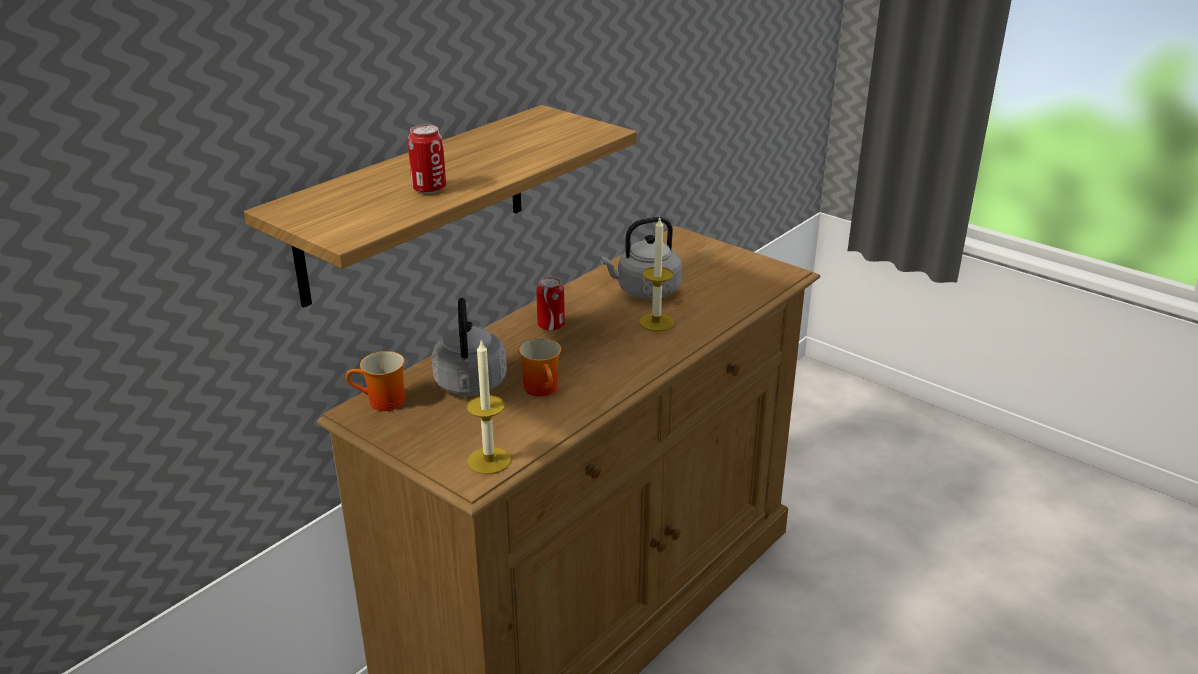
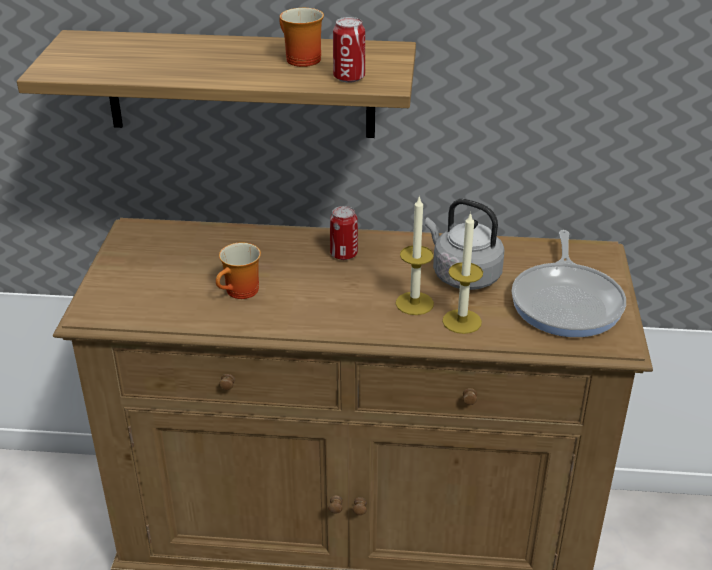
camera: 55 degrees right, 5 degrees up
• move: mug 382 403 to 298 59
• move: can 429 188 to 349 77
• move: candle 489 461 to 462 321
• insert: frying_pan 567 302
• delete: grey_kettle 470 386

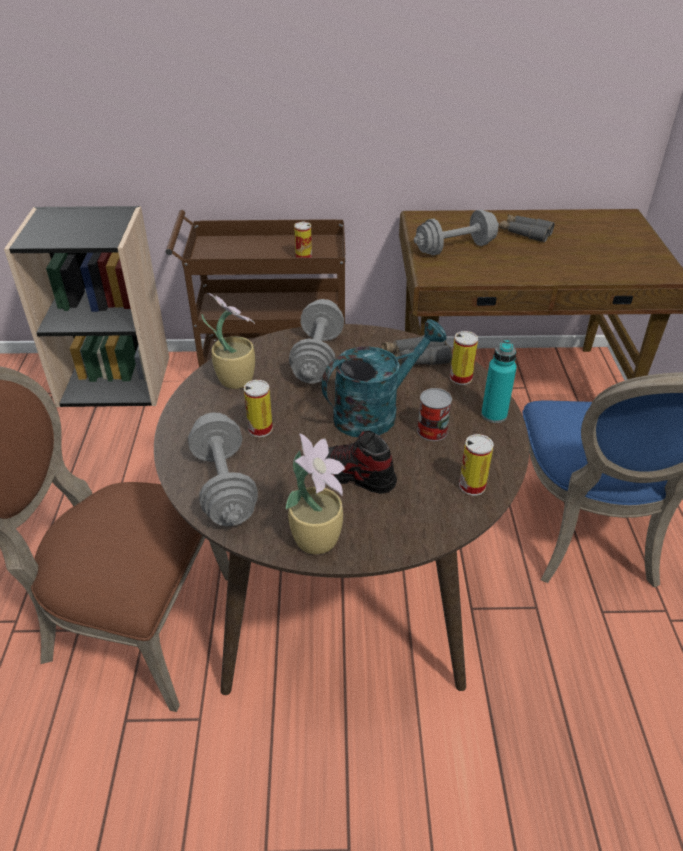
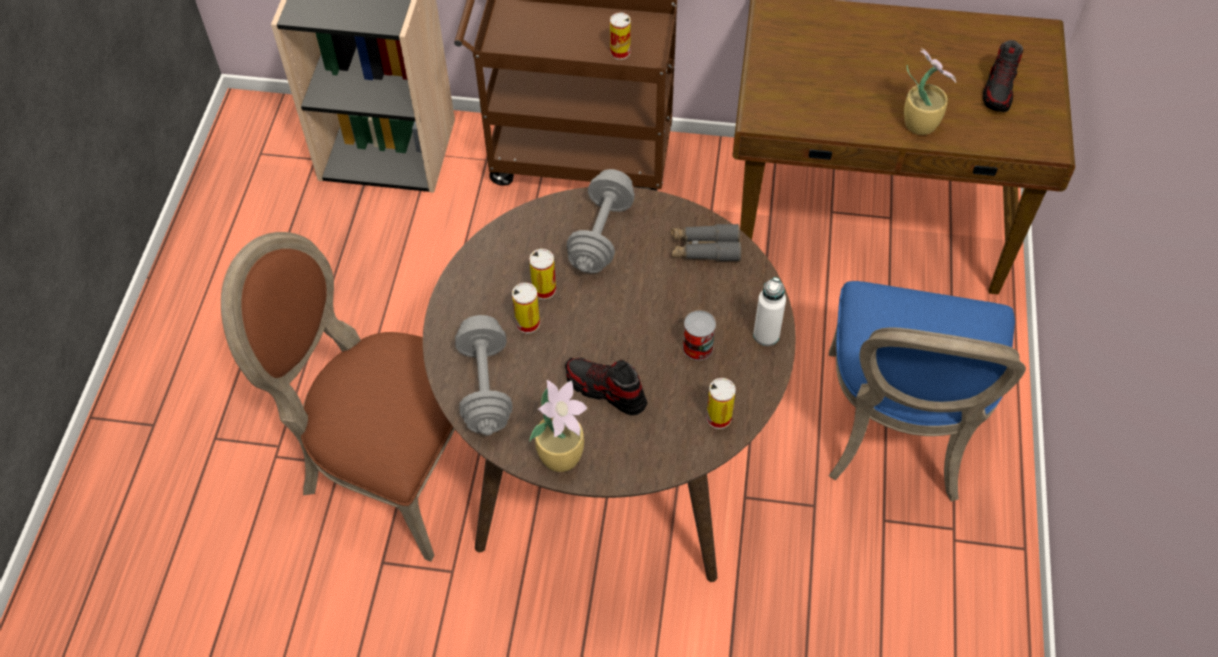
camera: 10 degrees right, 15 degrees up
• move: can 460 378 to 544 290
• recolor: turquoise_bottle 494 415 to white_bottle 766 335
• move: potted_plant 235 379 to 919 123
• insert: shoe 999 89
• delete: turquoise_watering_can 375 412
• delete: grey_dumbbell 455 248
• delete: grey_binoculars 525 233

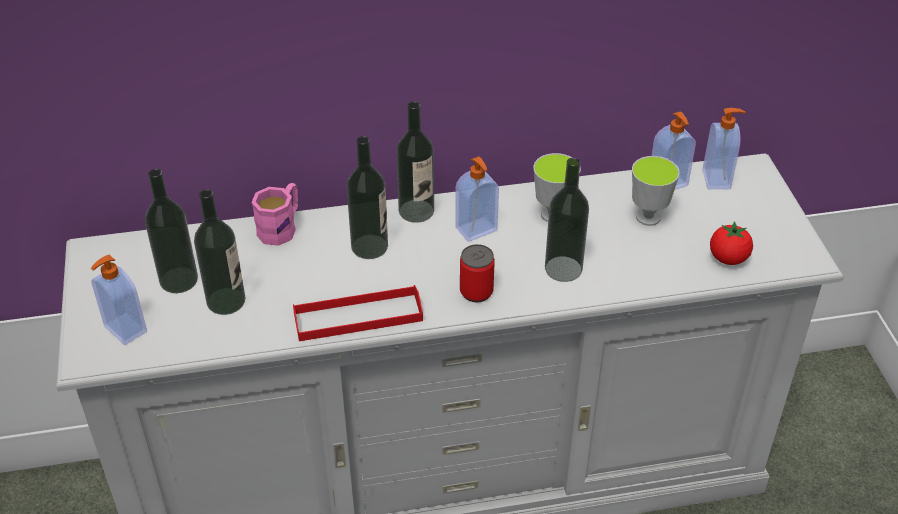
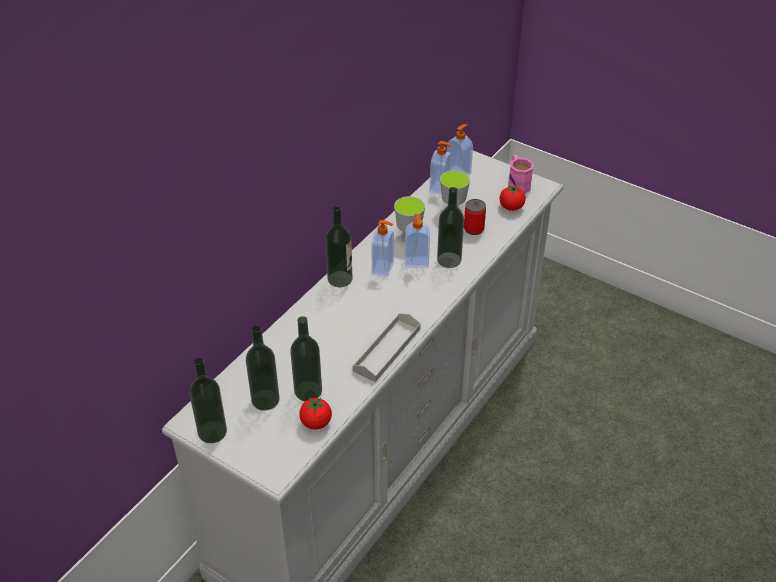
camera: 45 degrees left, 0 degrees up
• move: bottle 369 246 to 212 432
• insert: tomato 316 423
• recolor: red_tray 358 317 to grey_tray 387 349
• move: soap_dispenser 124 330 to 416 262
• move: can 476 291 to 473 229
• move: pink_mug 281 227 to 517 183

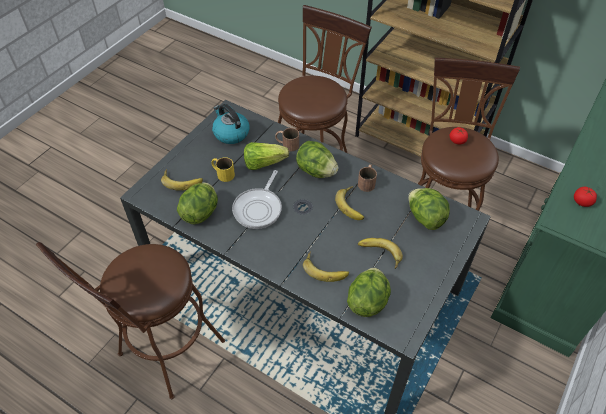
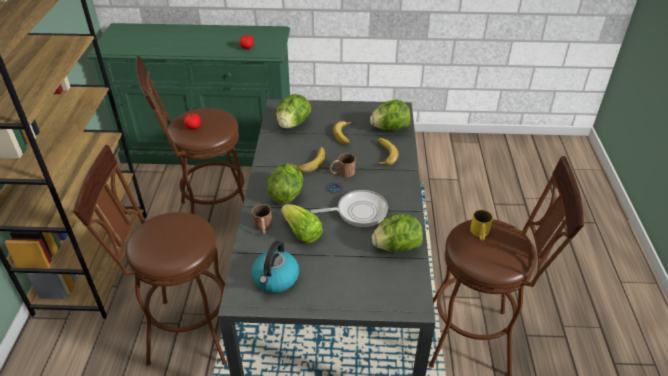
camera: 120 degrees left, 10 degrees down
• move: brown_mug 367 181 to 342 172
• move: yellow_mug 222 173 to 480 233
• delete: banana 182 180

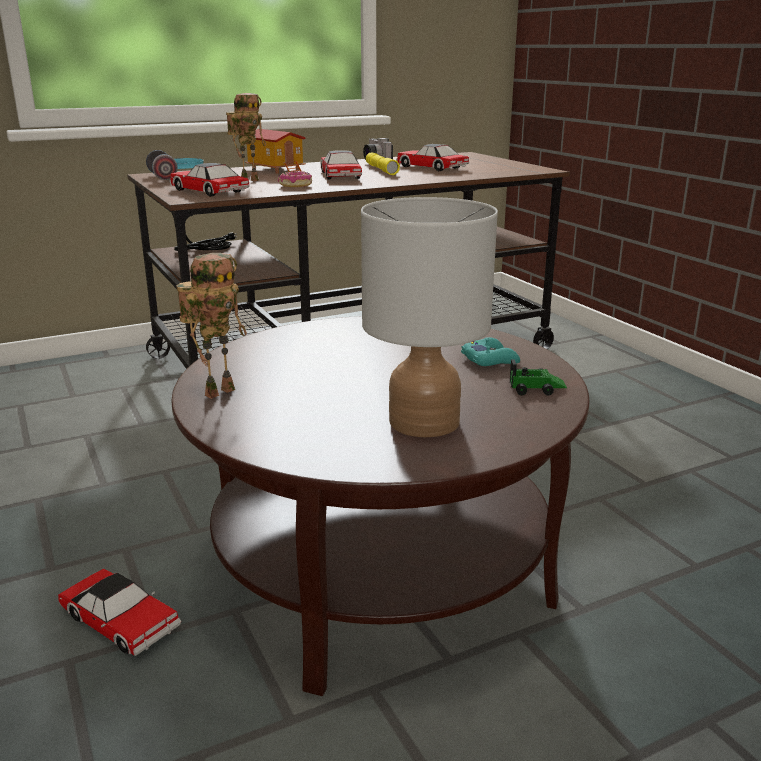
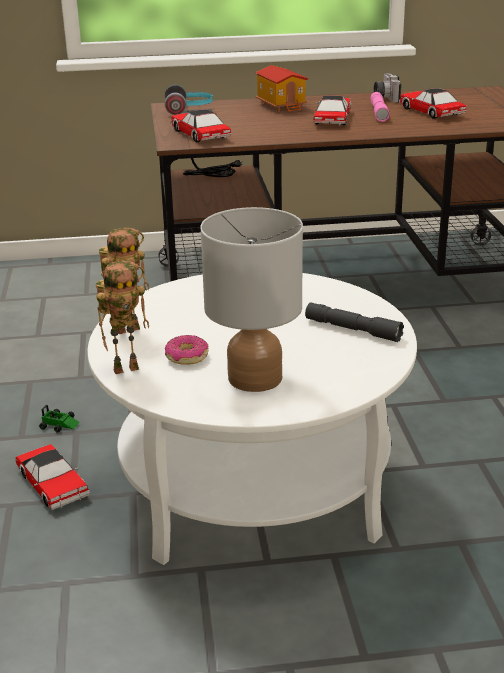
camera: 20 degrees right, 5 degrees up
• move: toy_car 537 386 to 61 424
• recolor: brown_coffee_table 380 568 to white_coffee_table 254 484
• move: toy_robot 249 180 to 127 368
• move: donut 295 186 to 186 357
• replace: turquoise_game_controller 490 360 to grey_flashlight 352 330
• recolor: yellow_flashlight 381 170 to pink_flashlight 378 112

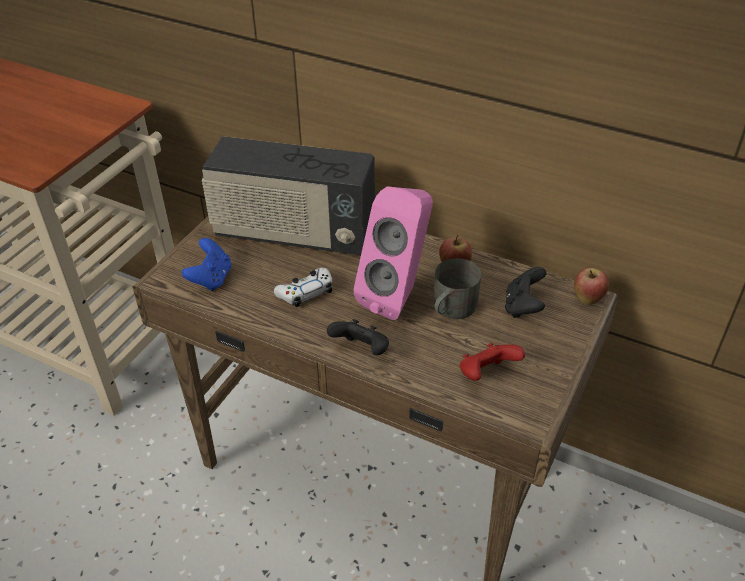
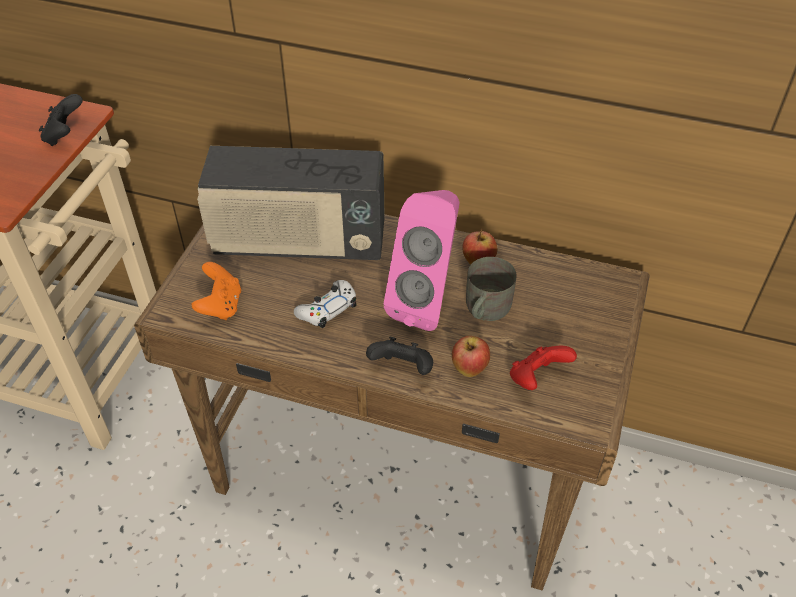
camera: 10 degrees left, 5 degrees up
• move: black_game_controller 523 307 to 65 135
• recolor: blue_game_controller 211 279 to orange_game_controller 221 305
• move: apple 587 299 to 469 369

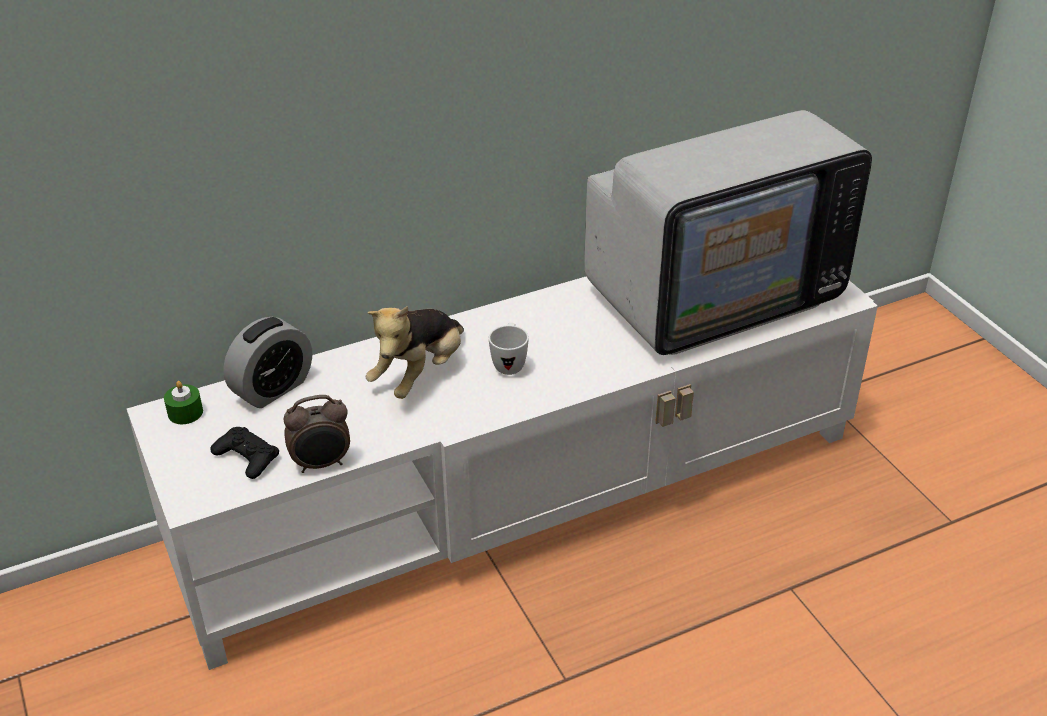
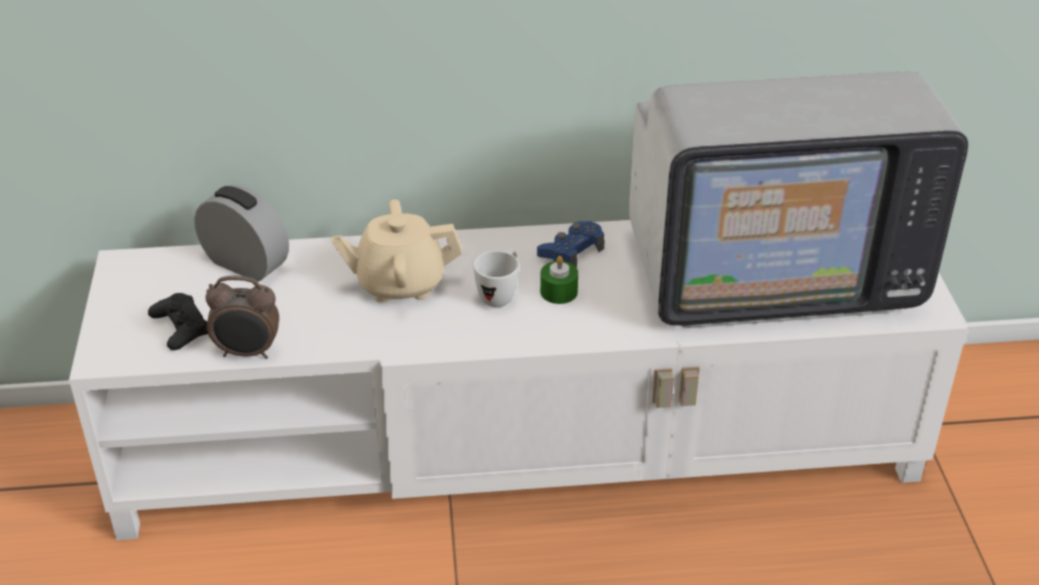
camera: 20 degrees right, 0 degrees up
• rotate: alarm_clock 273 388 = 246 264 120 degrees counterclockwise
• replace: plush_toy 419 374 to beige_teapot 400 284
• insert: blue_game_controller 571 251
• move: green_candle 185 412 to 559 292

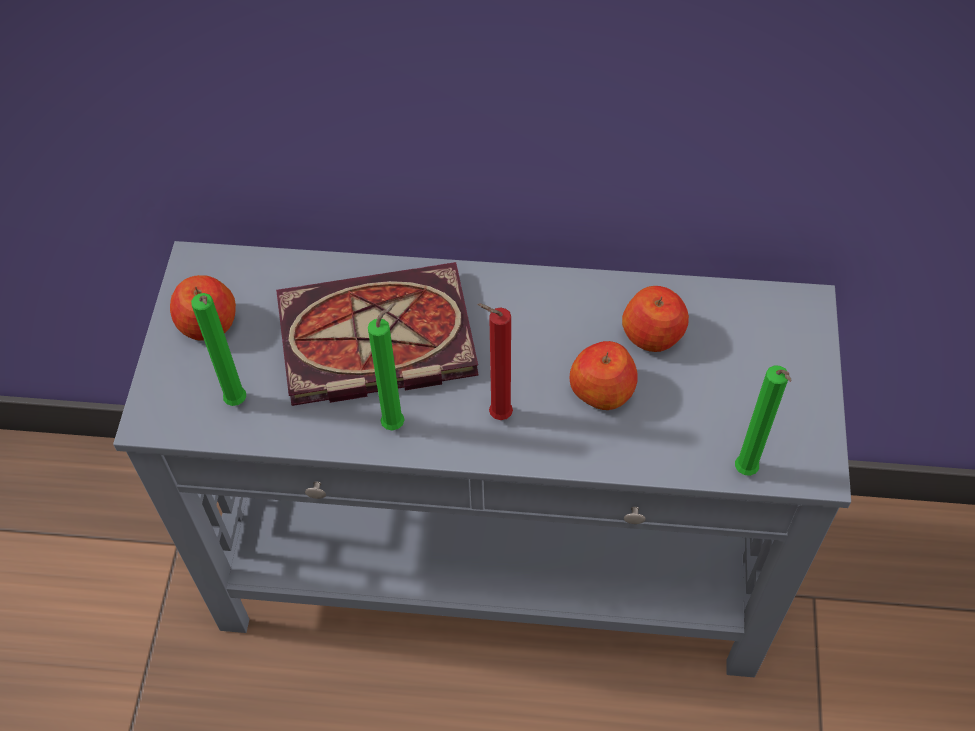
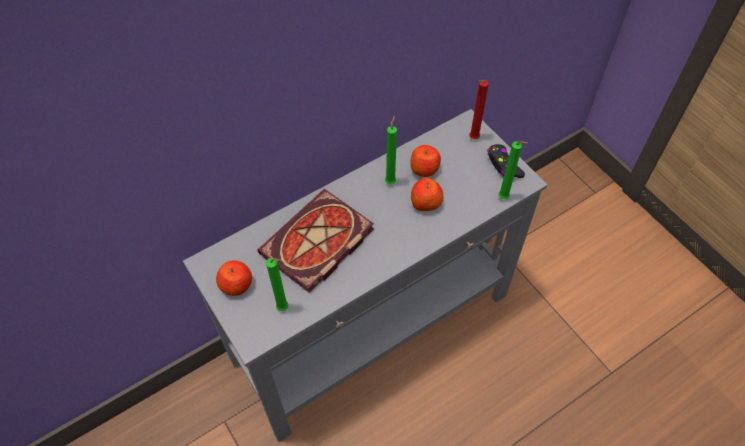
camera: 40 degrees left, 0 degrees up
• move: green_candle 396 423 to 391 181
• move: red_candle 496 415 to 472 139
• insert: black_game_controller 503 165

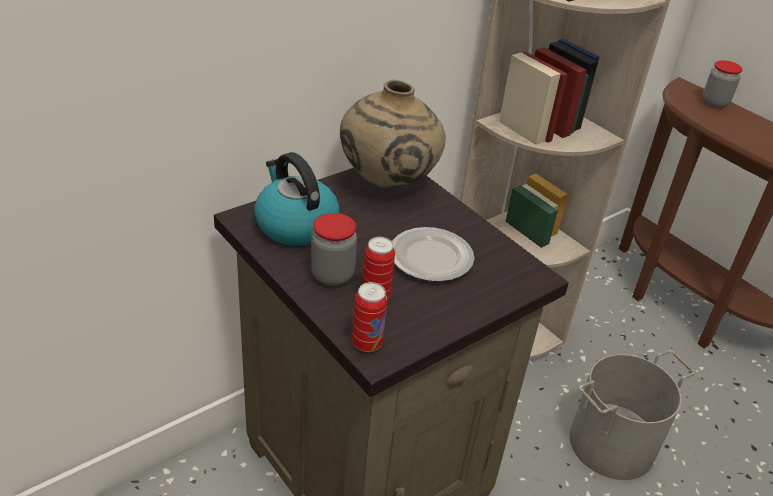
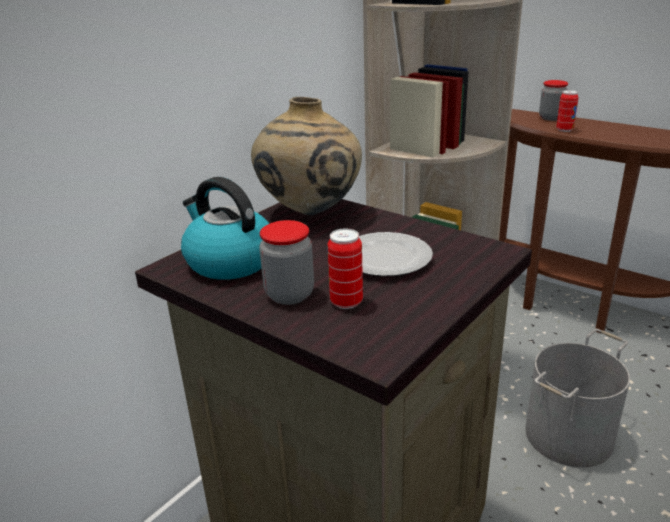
camera: 10 degrees left, 10 degrees down
• move: can 367 343 to 564 130

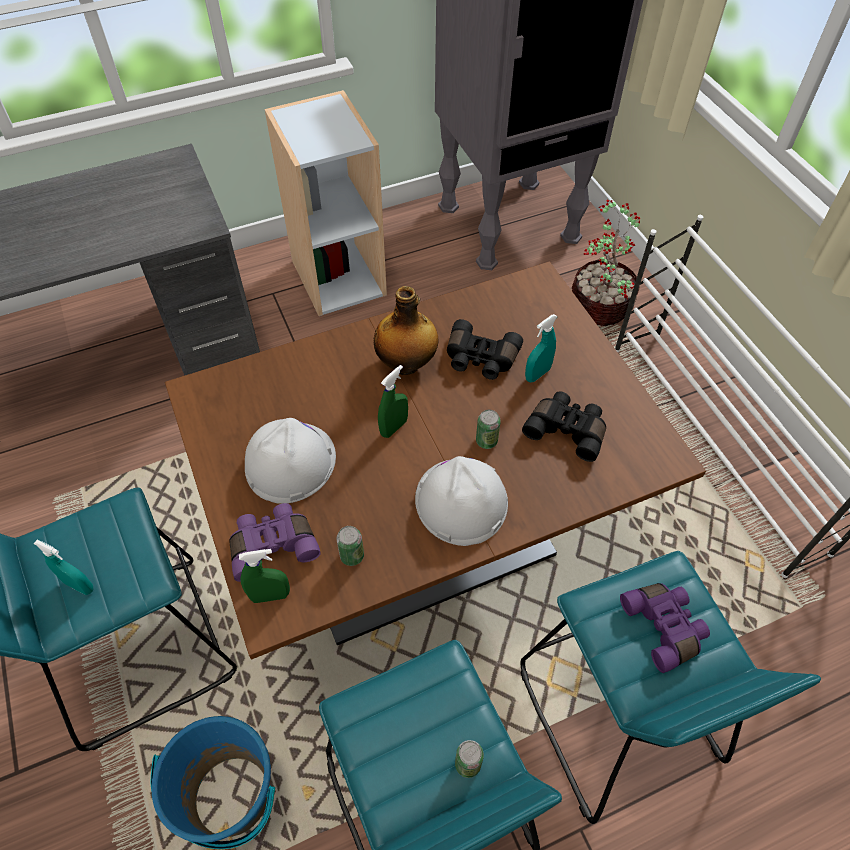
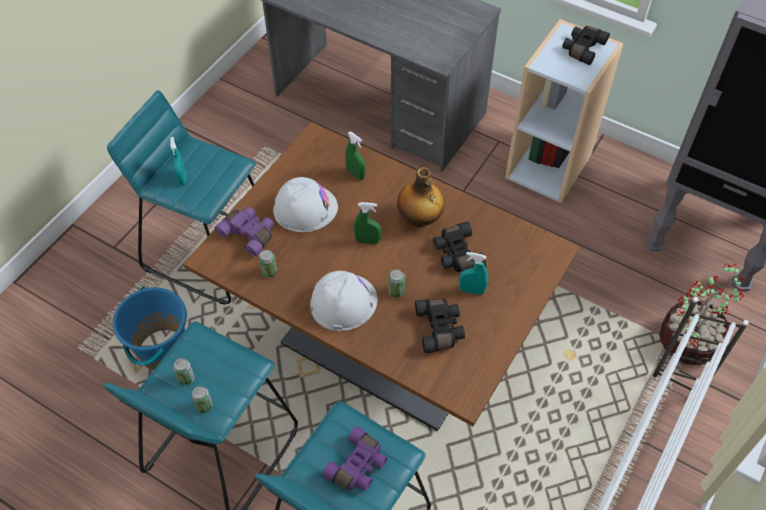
camera: 55 degrees right, 0 degrees up
• insert: can 186 378
• move: green_spray_bottle 270 596 to 355 174
• insert: black_binoculars 582 49

